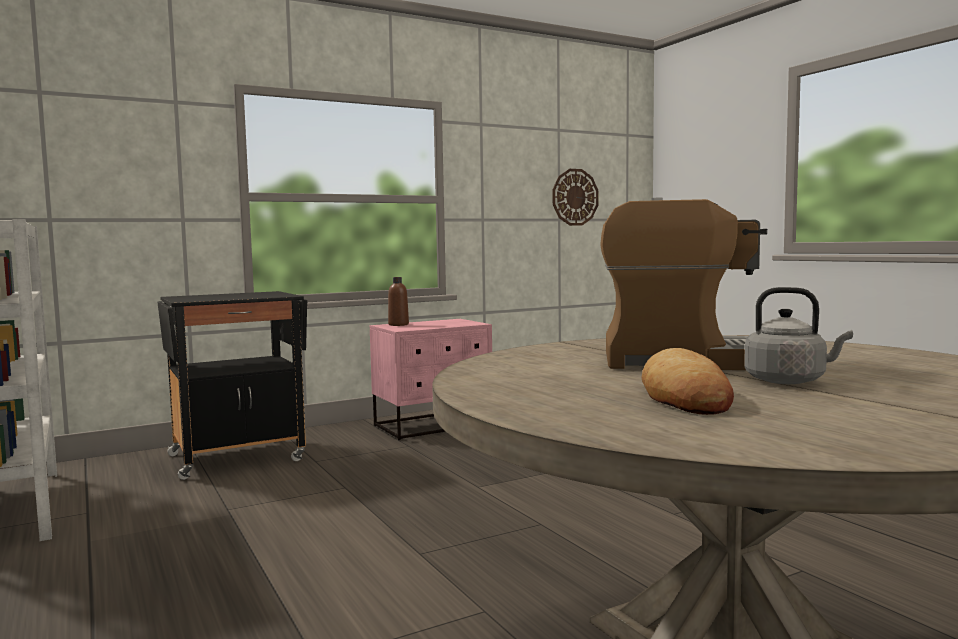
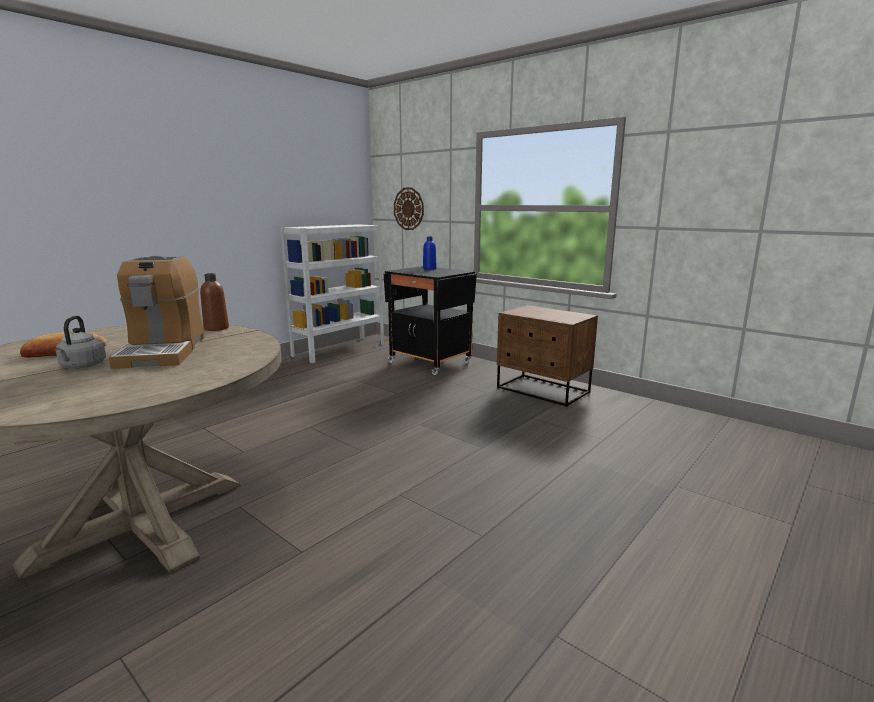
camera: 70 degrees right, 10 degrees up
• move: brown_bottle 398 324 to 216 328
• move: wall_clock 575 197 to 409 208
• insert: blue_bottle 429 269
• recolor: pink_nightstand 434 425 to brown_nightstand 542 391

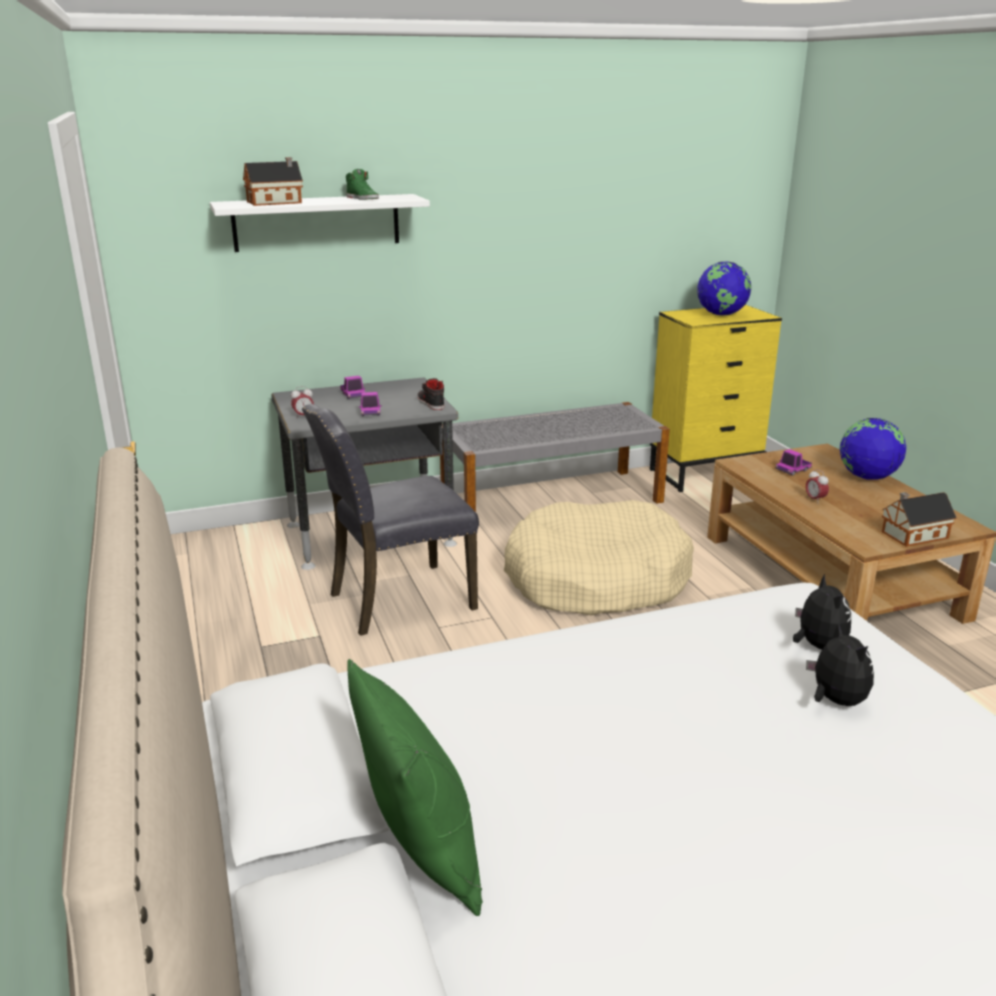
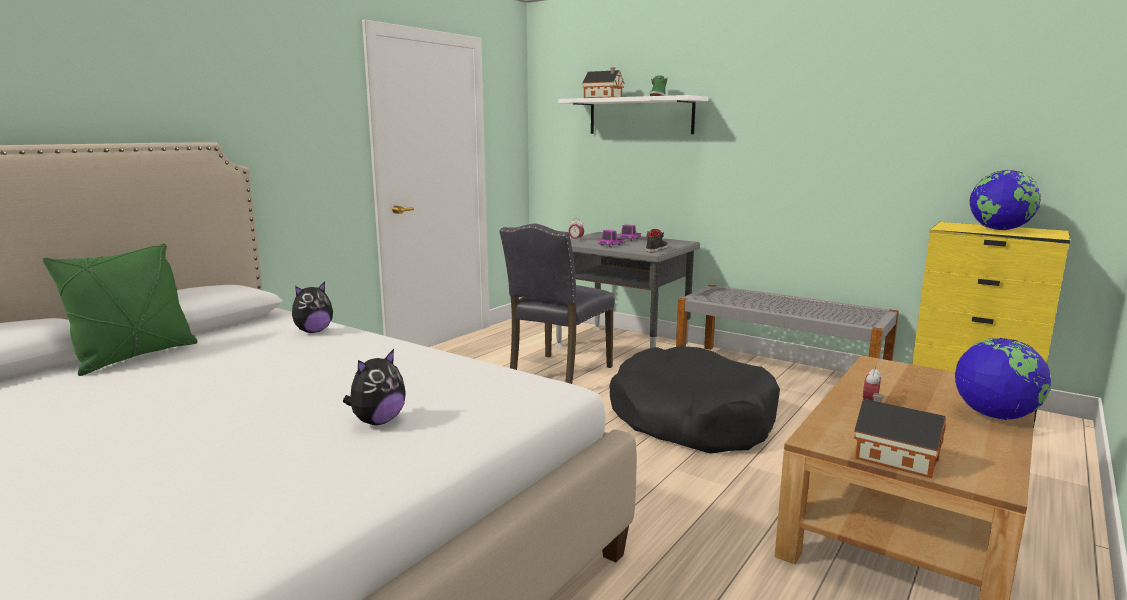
camera: 55 degrees right, 10 degrees down
• move: plush_toy 817 646 to 313 331
• rotate: grey_chair 397 600 = 558 375 90 degrees counterclockwise
• recolor: beige_dog_bed 596 579 to black_dog_bed 691 419
• delete: toy_truck 793 470

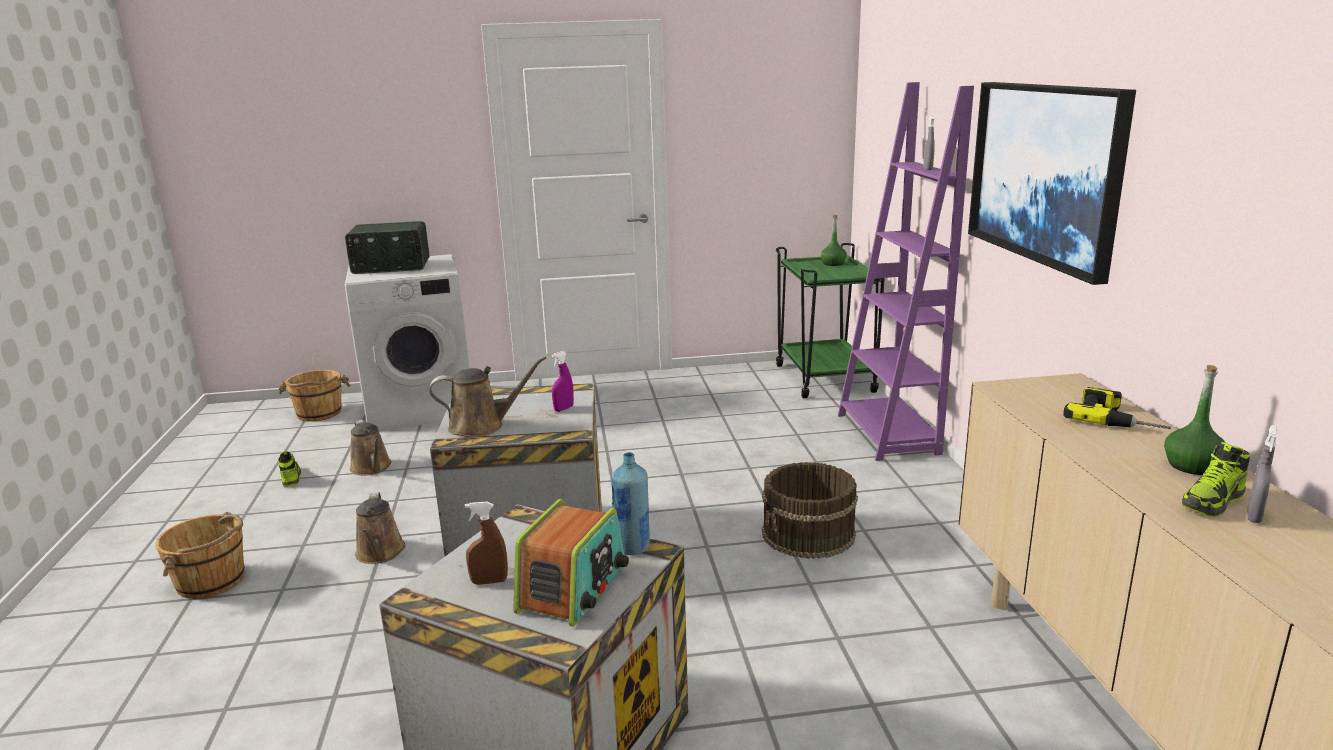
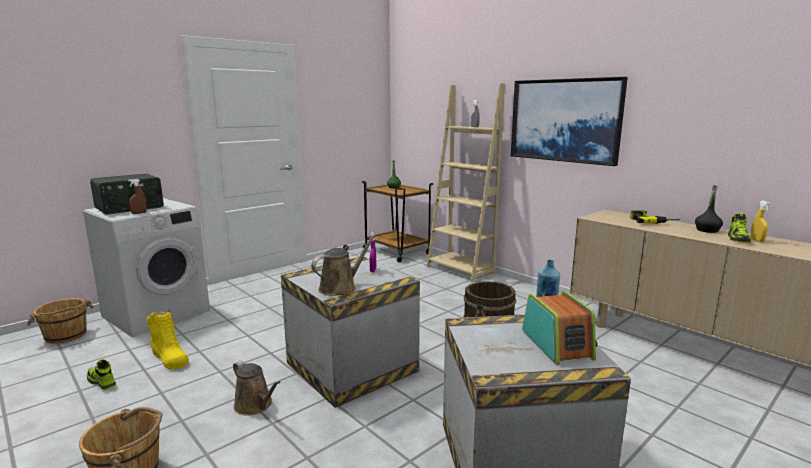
camera: 35 degrees left, 5 degrees down
• move: brown_spray_bottle 489 581 to 139 213
• replace: brown_watering_can 372 468 to yellow_boot 170 358
• recolor: green_cart 825 379 to brown_cart 397 252
• recolor: purple_bookcase 888 434 to beige_bookcase 460 270
• recolor: green_bottle 1192 466 to black_bottle 707 230
• recolor: grey_spray_bottle 1254 516 to yellow_spray_bottle 757 240

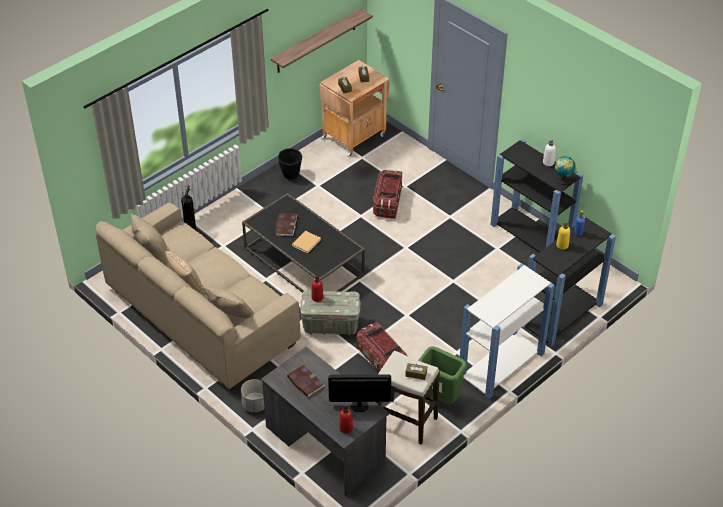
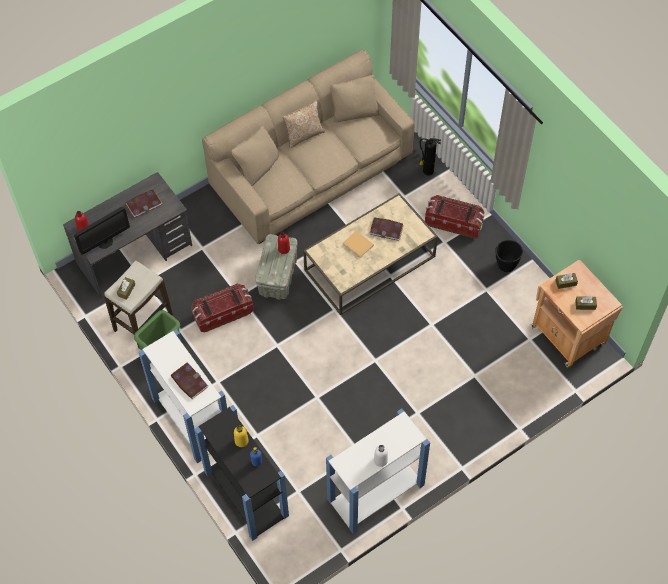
camera: 100 degrees right, 15 degrees up
• rotate: monitor 359 406 = 105 242 45 degrees clockwise
• insert: book 189 381
• recolor: black_coffee_table 303 262 to beige_coffee_table 369 263
• recolor: black_bookcase 531 234 to white_bookcase 375 492
• move: storage_box 387 202 to 453 222
• delete: grey_planter 255 404
• delete: shelf 316 41
• delete: globe 562 180

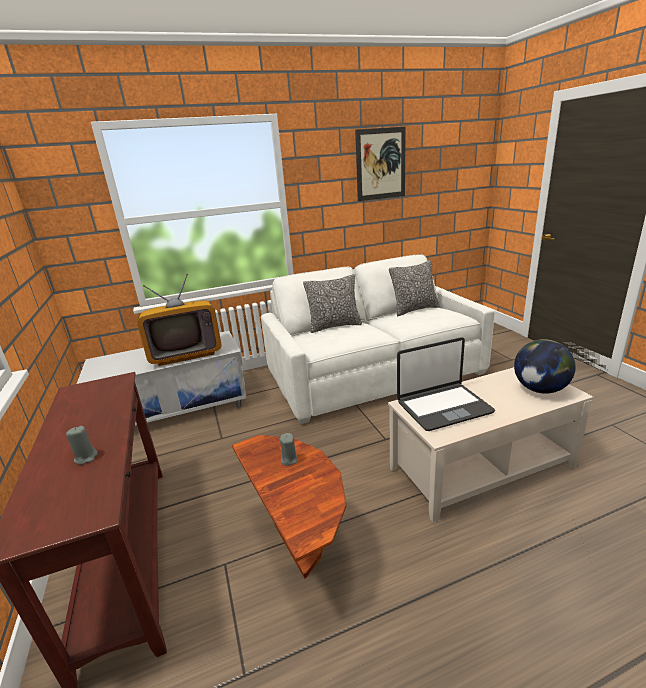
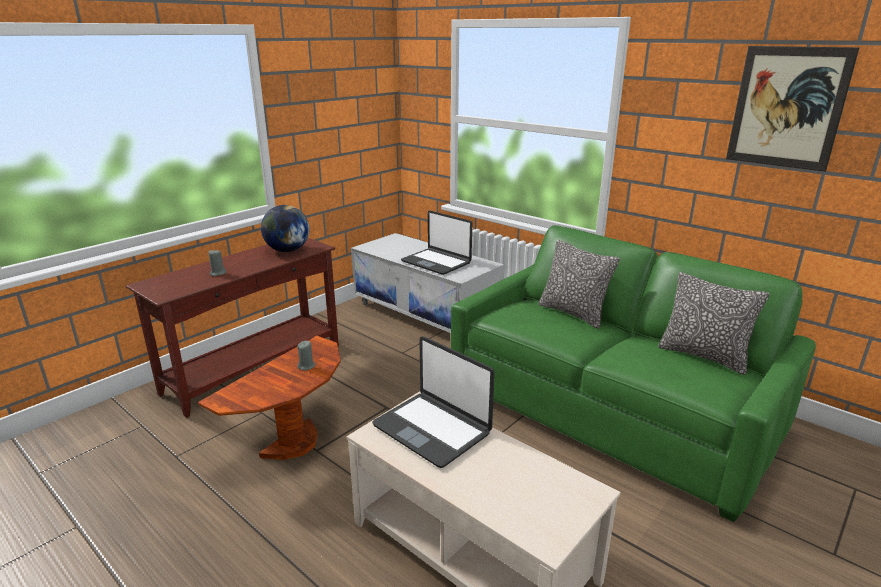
camera: 60 degrees right, 0 degrees up
• move: globe 540 389 to 287 250
• replace: television 186 352 to laptop 436 262
• recolor: white_sofa 374 374 to green_sofa 610 409

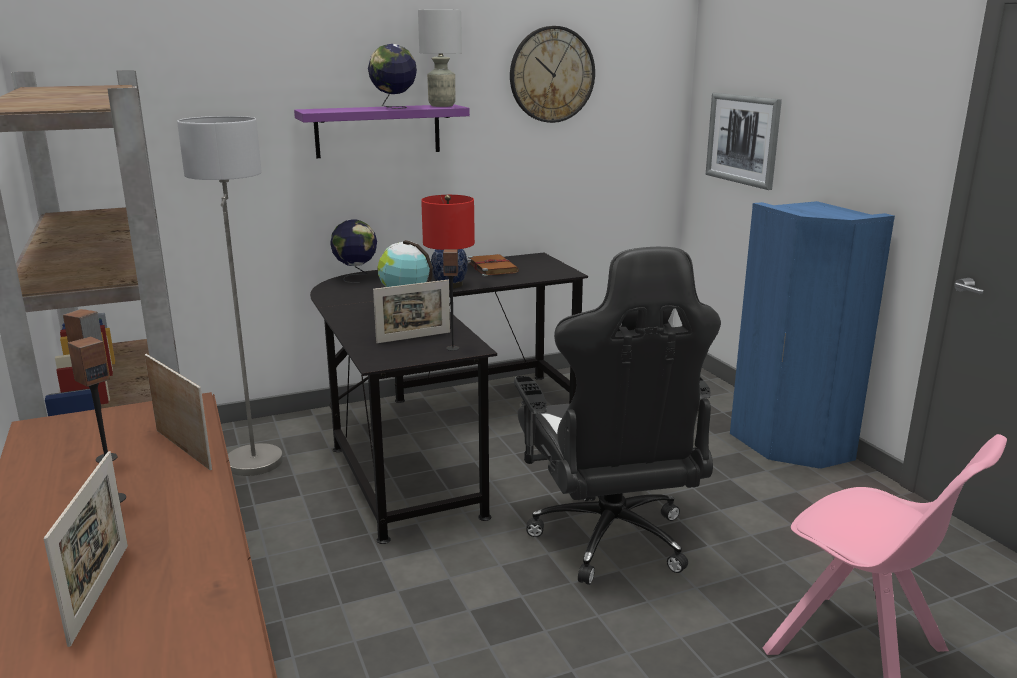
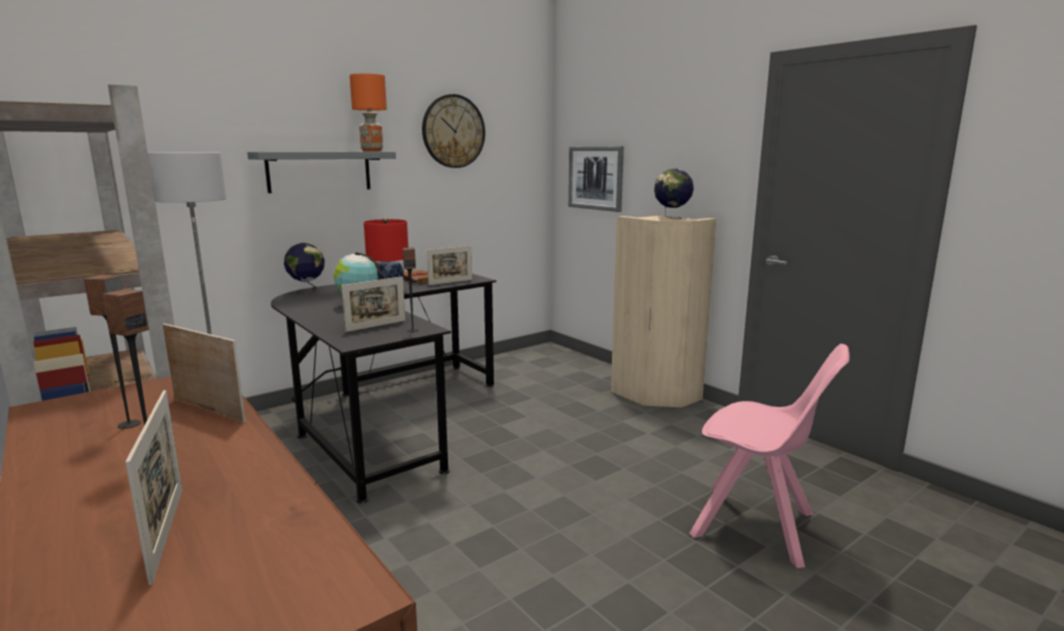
camera: 15 degrees left, 5 degrees down
• recolor: purple_shelf 378 131 to grey_shelf 319 171
• recolor: grey_table_lamp 442 105 to orange_table_lamp 372 151
• insert: picture_frame 450 282
• recolor: blue_cabinet 791 445 to beige_cabinet 656 394
• move: globe 394 108 to 672 218
• delete: black_office_chair 606 533

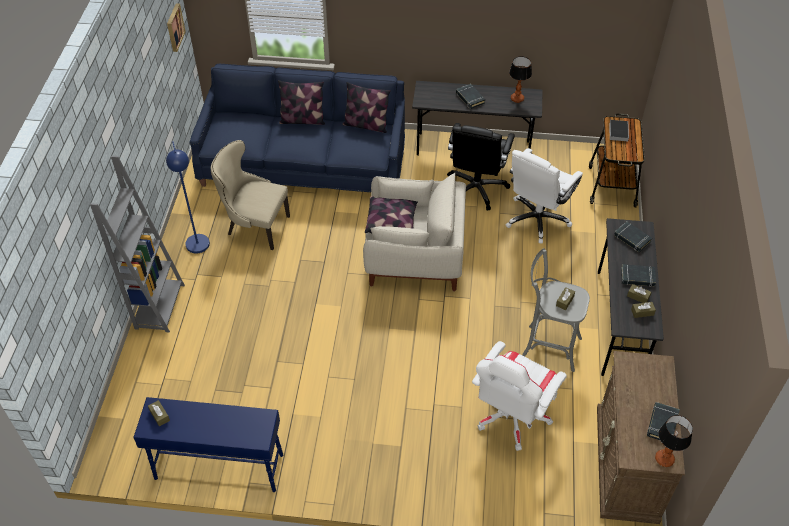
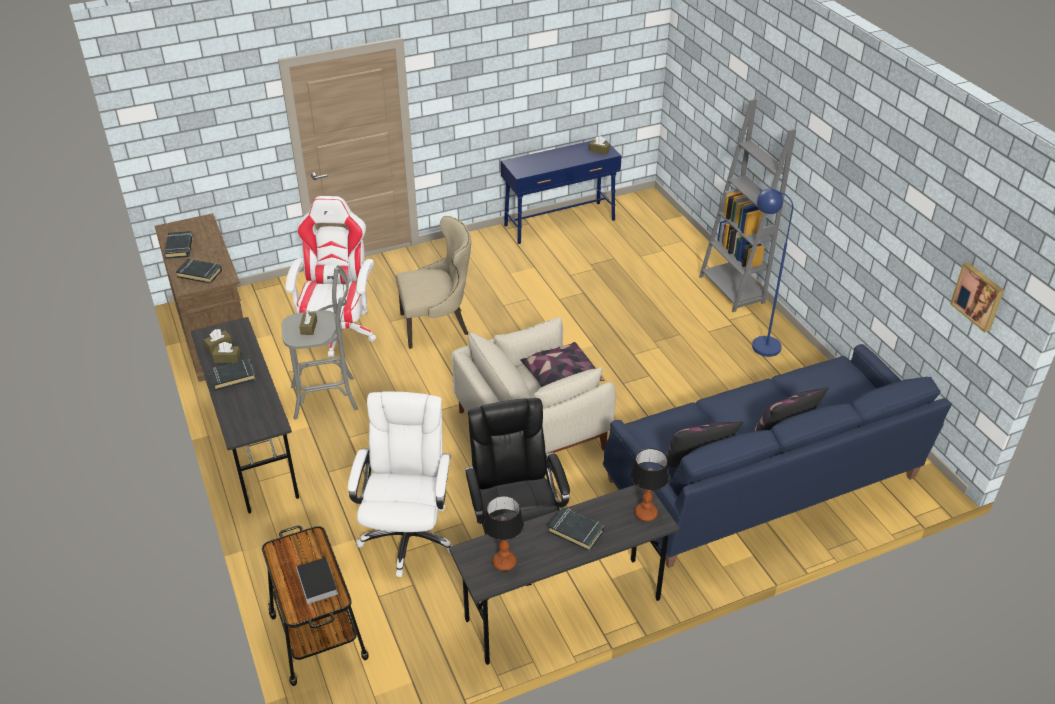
camera: 150 degrees right, 10 degrees down
• move: black_book 632 239 to 200 273
• move: beige_chair 255 227 to 437 326
• move: table_lamp 664 459 to 646 514

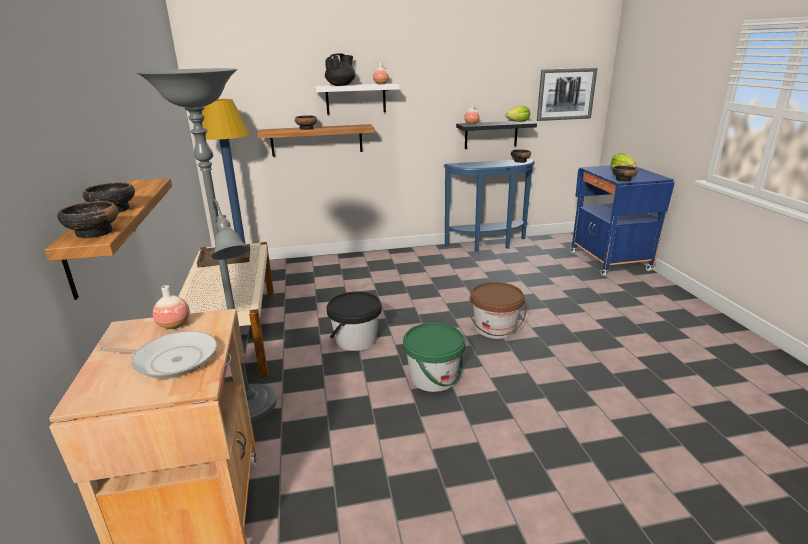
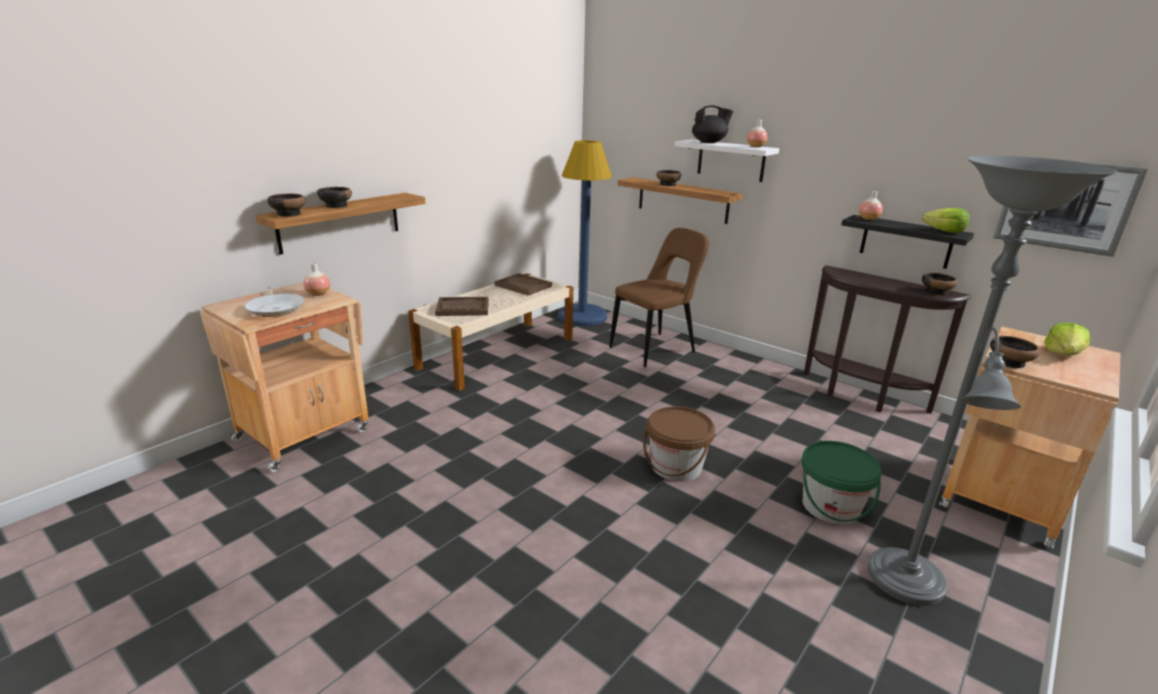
camera: 50 degrees right, 0 degrees up
• insert: brown_tray 462 308
• insert: brown_chair 655 349
• move: green_bucket 433 377 to 831 507
• recolor: blue_console_table 488 245 to brown_console_table 860 397
• move: grey_floor_lamp 250 409 to 906 585
• recolor: blue_cart 610 263 to brown_cart 1000 501
• delete: black_bucket 356 340

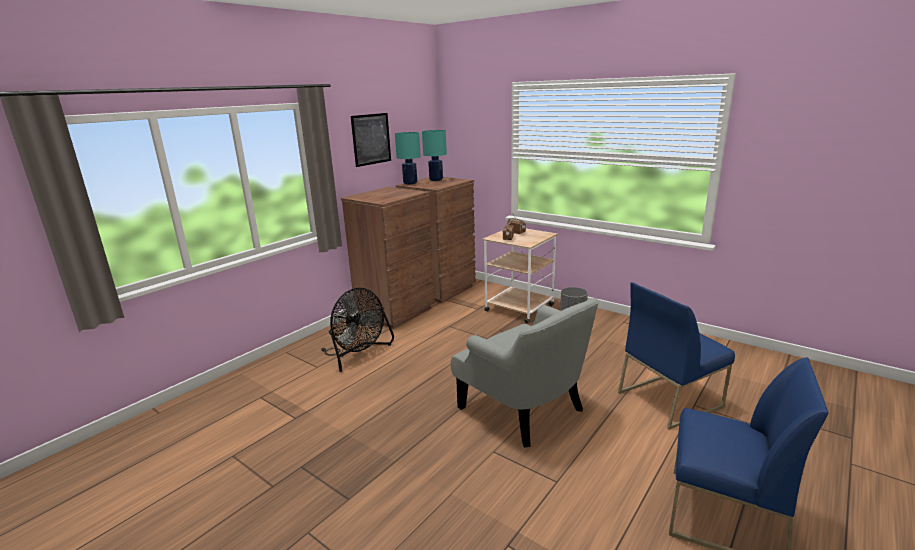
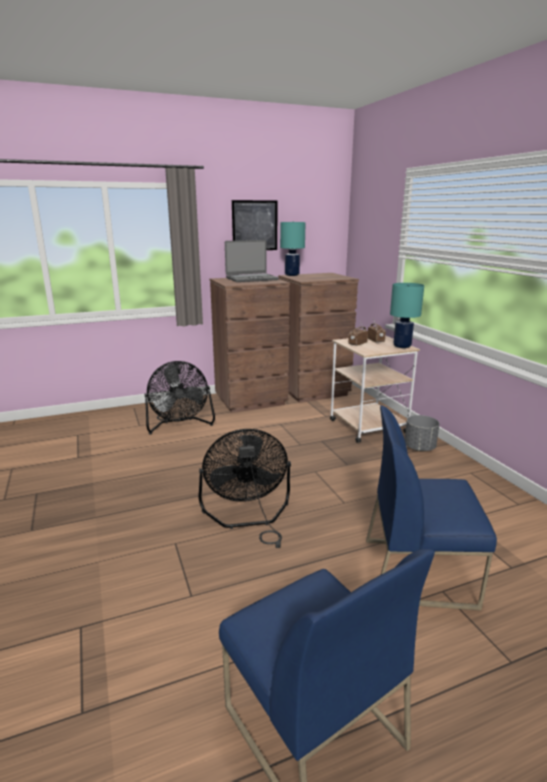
camera: 30 degrees right, 0 degrees up
• replace: grey_armchair 524 408 to black_fan 250 518
• insert: laptop 251 279
• move: turquoise_table_lamp 436 180 to 402 347

